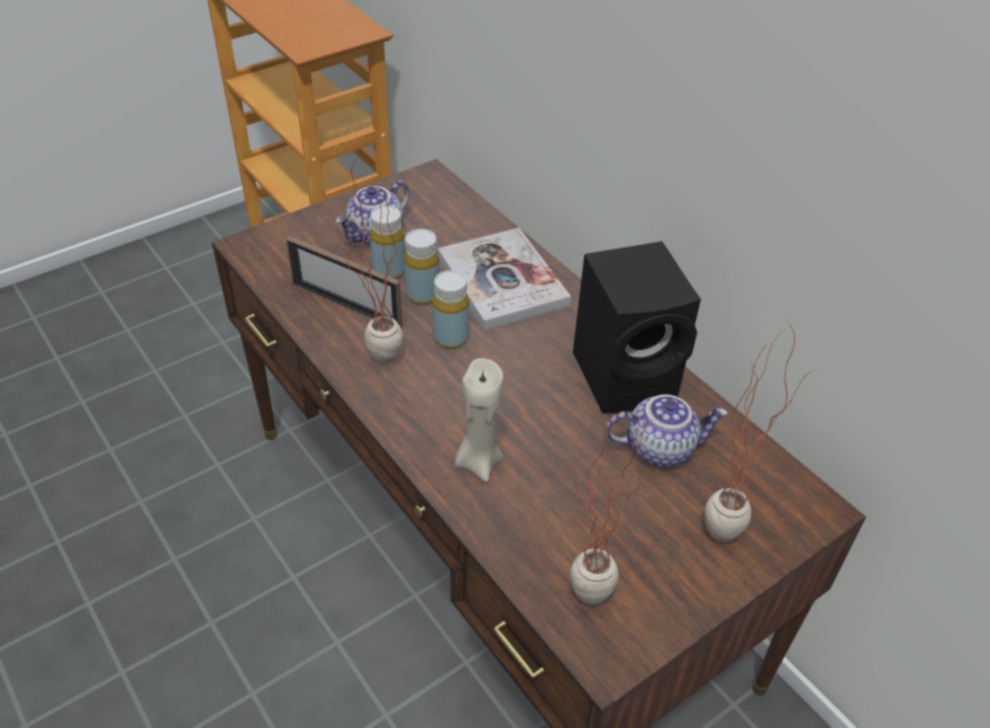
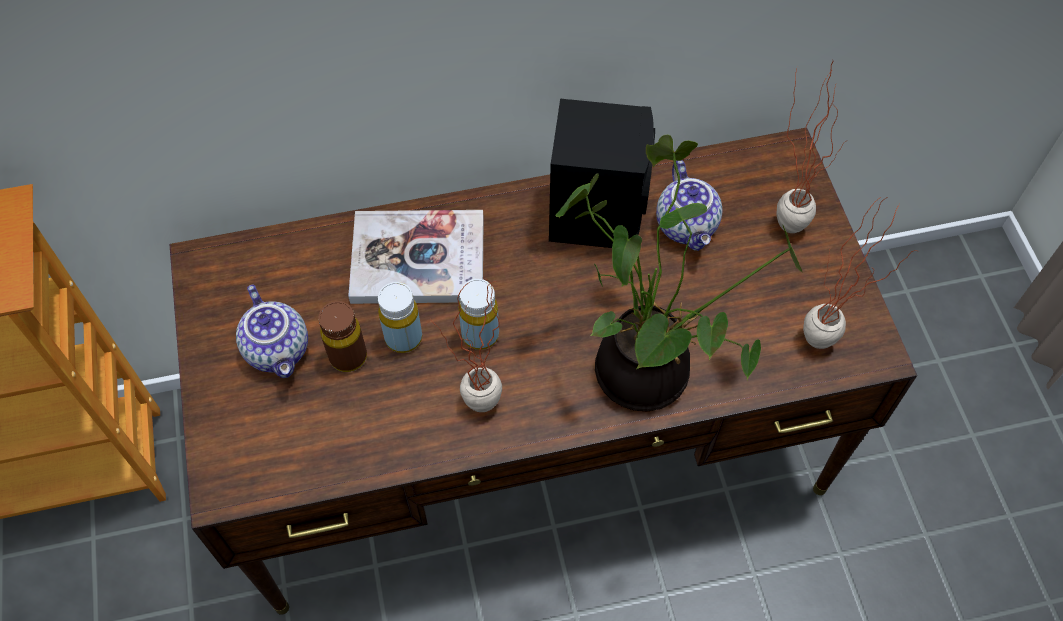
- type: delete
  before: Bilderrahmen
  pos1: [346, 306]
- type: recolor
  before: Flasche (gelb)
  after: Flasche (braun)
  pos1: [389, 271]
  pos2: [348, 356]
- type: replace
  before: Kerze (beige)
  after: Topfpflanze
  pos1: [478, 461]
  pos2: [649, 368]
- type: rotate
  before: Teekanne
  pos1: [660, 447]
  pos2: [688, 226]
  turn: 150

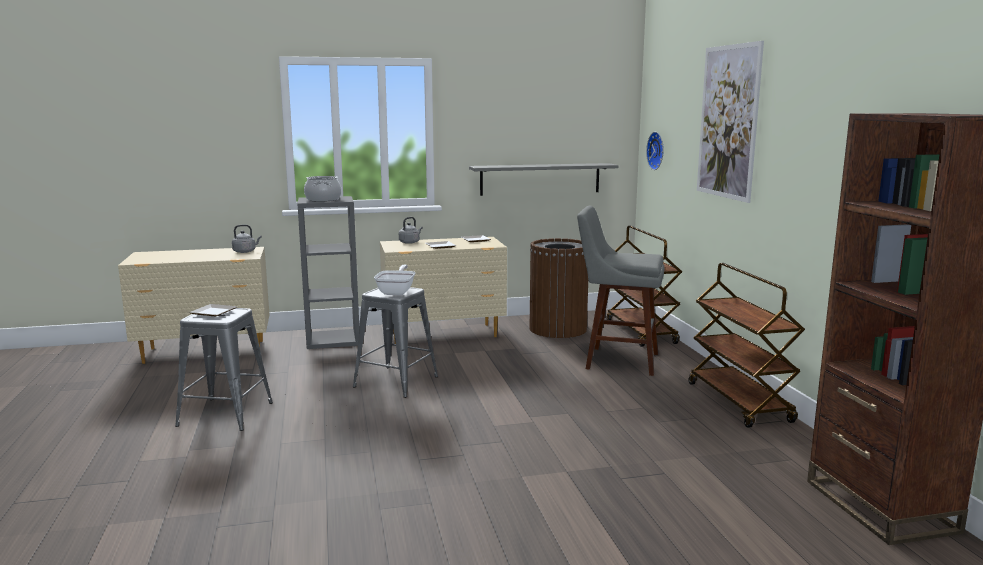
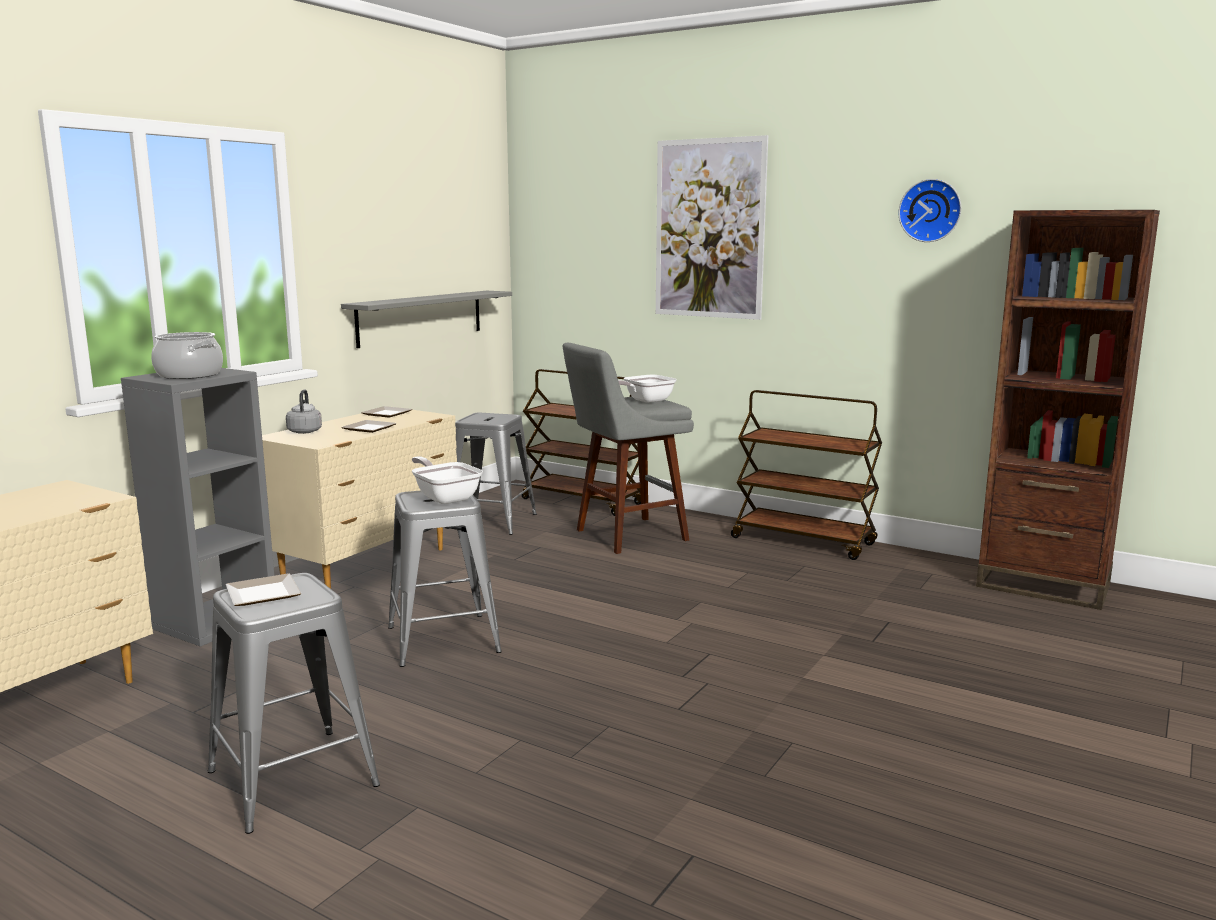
- type: delete
  before: Wasserkessel (grau)
  pos1: [245, 251]
- type: replace
  before: Mülleimer (braun)
  after: Hocker (grau)
  pos1: [558, 329]
  pos2: [492, 521]
- type: move
  before: Wanduhr
  pos1: [657, 150]
  pos2: [930, 210]
- type: insert
  after: Pfanne
  pos2: [644, 401]

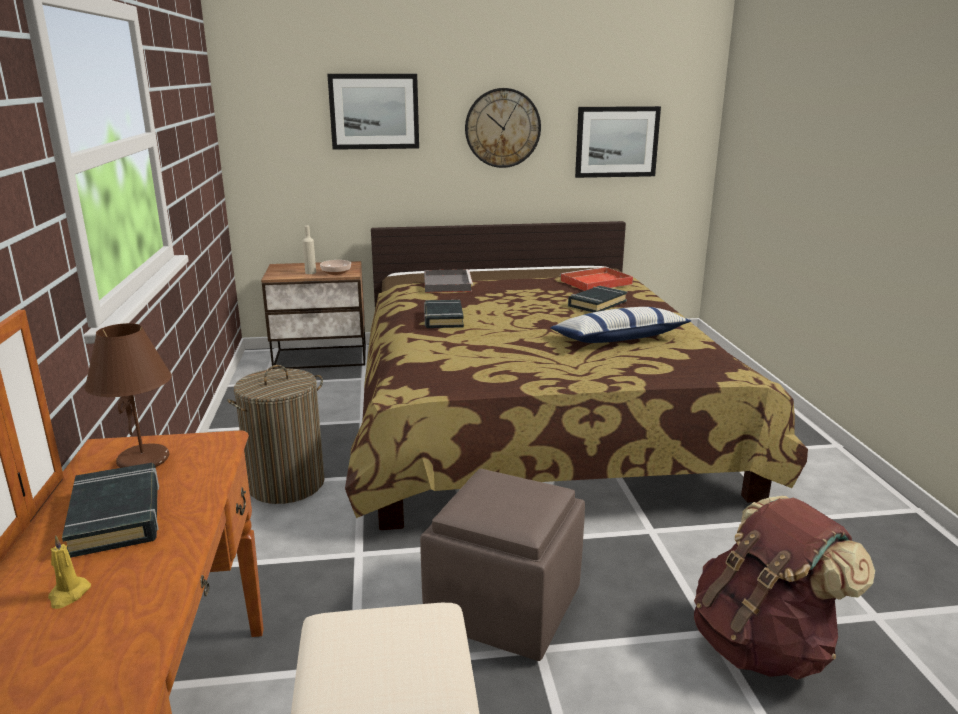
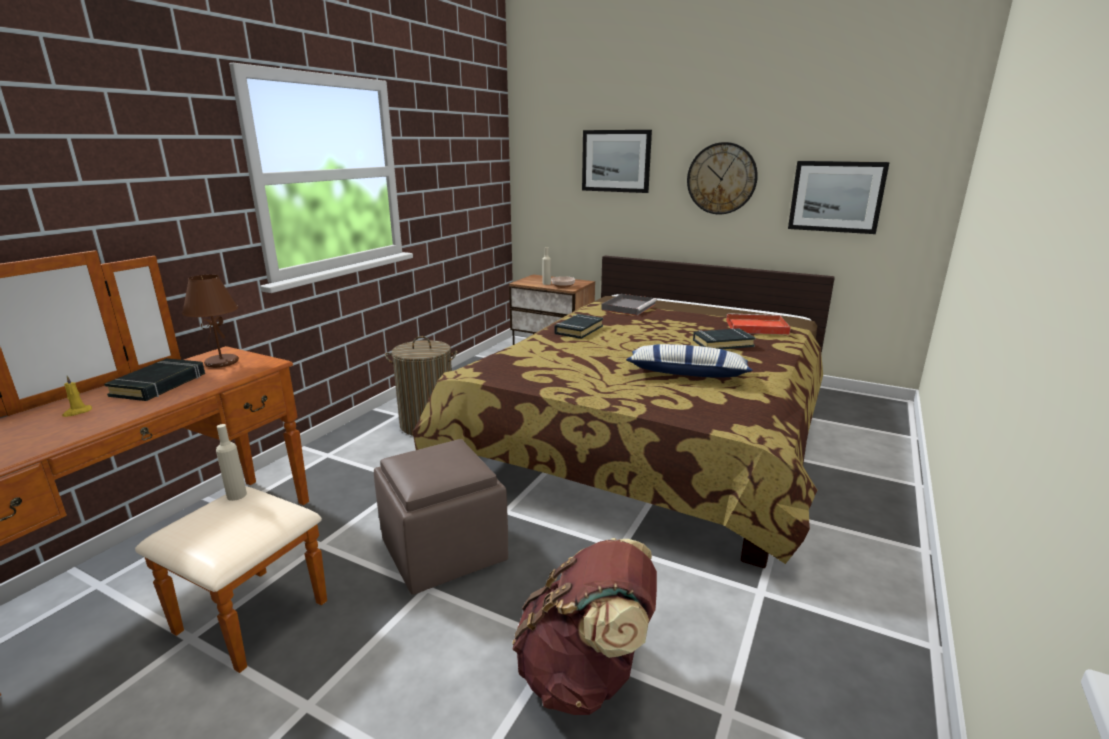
- type: insert
  after: Flasche (beige)
  pos2: [236, 495]

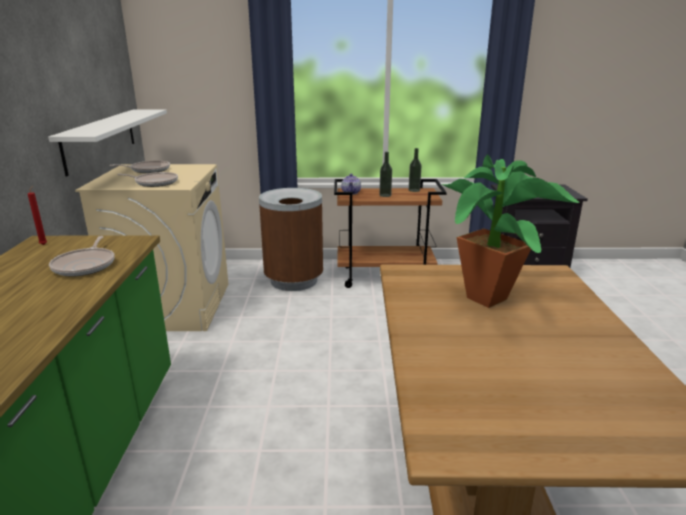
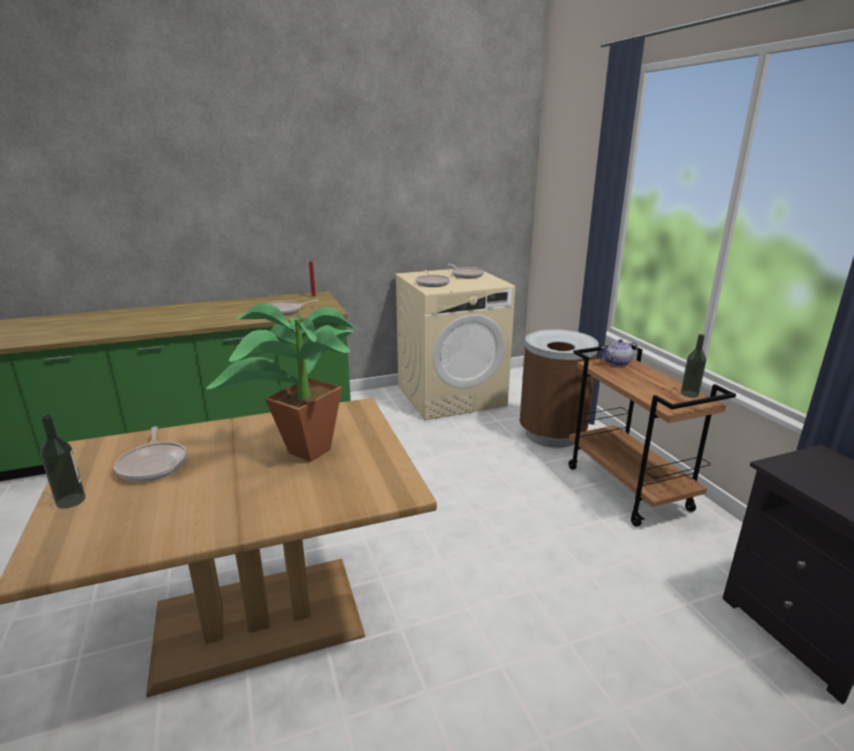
- type: delete
  before: Wandregal (weiß)
  pos1: [100, 139]
- type: move
  before: Flasche
  pos1: [385, 195]
  pos2: [71, 500]
- type: insert
  after: Pfanne
  pos2: [154, 464]

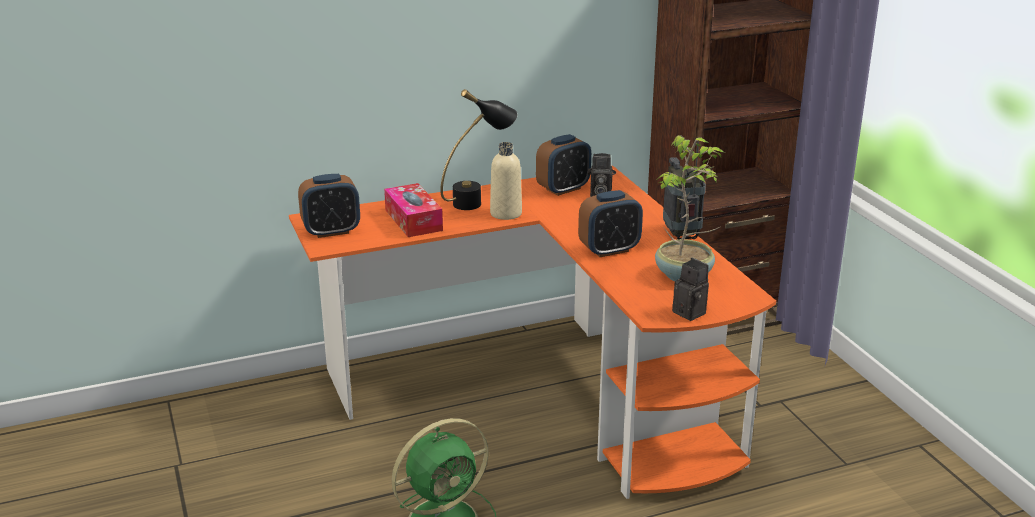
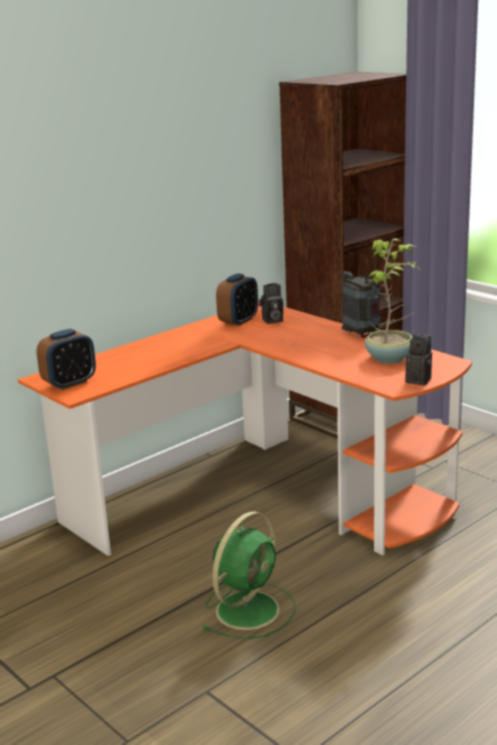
- type: delete
  before: Taschentuchbox
  pos1: [413, 220]
- type: delete
  before: Tischlampe (schwarz)
  pos1: [478, 200]
- type: delete
  before: Flasche (beige)
  pos1: [506, 213]
- type: delete
  before: Wecker
  pos1: [609, 250]

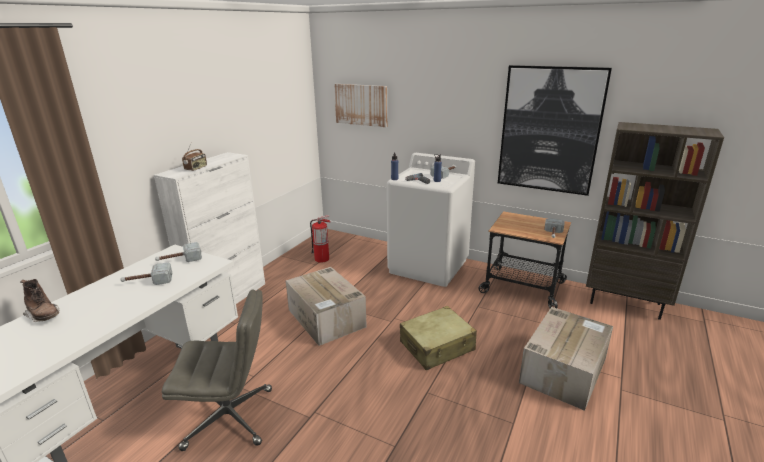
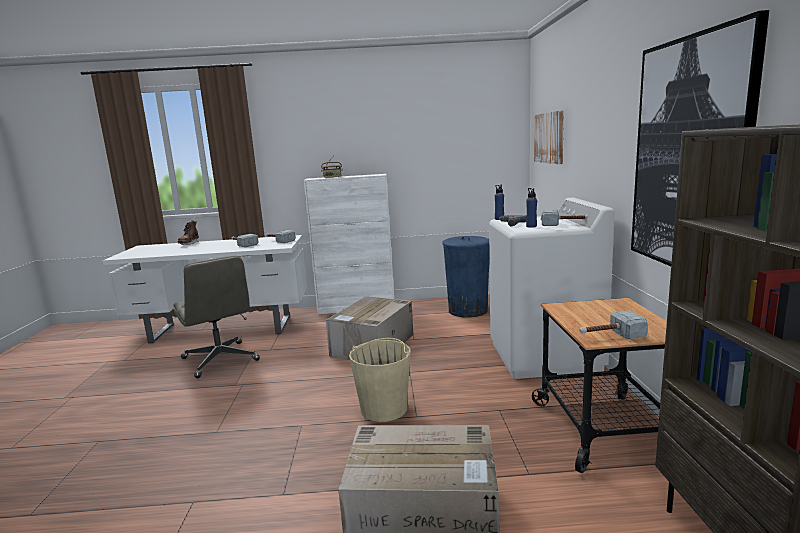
- type: replace
  before: Feuerlöscher
  after: Mülleimer (blau)
  pos1: [322, 259]
  pos2: [468, 310]
- type: replace
  before: Koffer (beige)
  after: Eimer (beige)
  pos1: [437, 346]
  pos2: [384, 408]

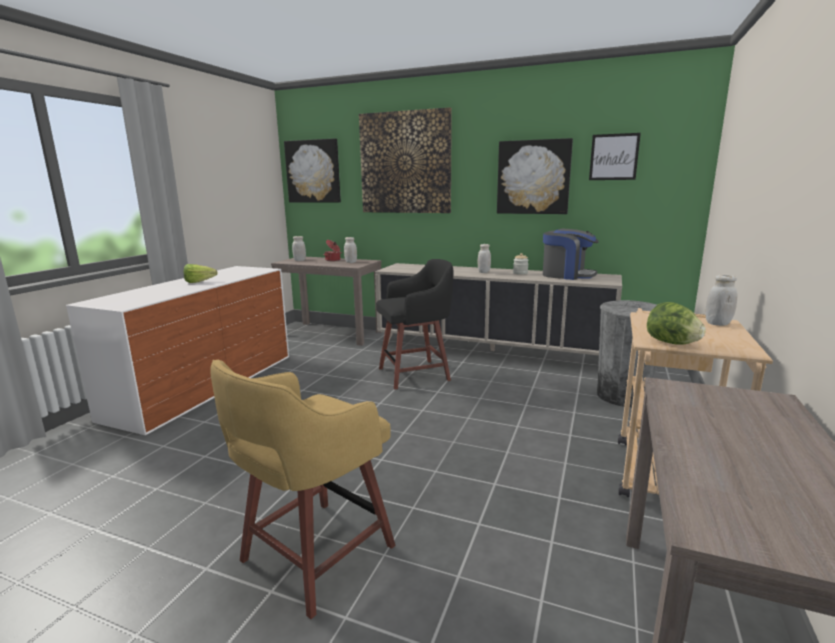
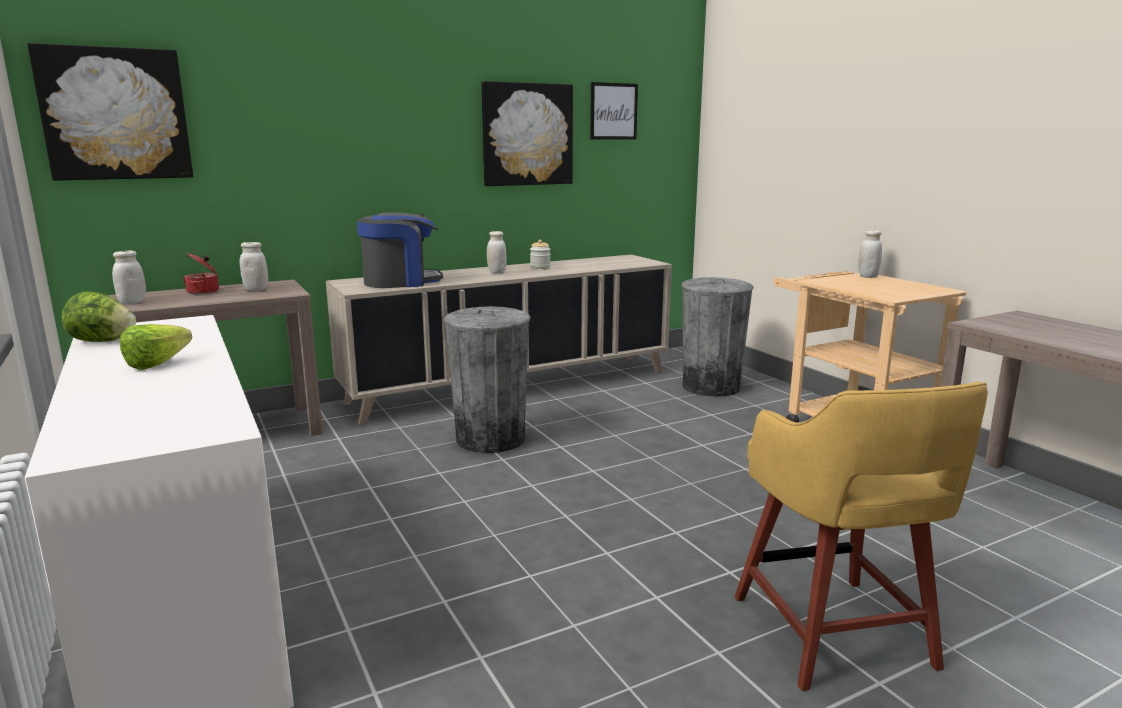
- type: delete
  before: Bild
  pos1: [405, 163]
- type: replace
  before: Hocker (schwarz)
  after: Mülleimer (grau)
  pos1: [416, 374]
  pos2: [490, 439]
- type: move
  before: Kaffeemaschine
  pos1: [567, 275]
  pos2: [401, 282]
- type: move
  before: Salatkopf
  pos1: [671, 343]
  pos2: [102, 341]

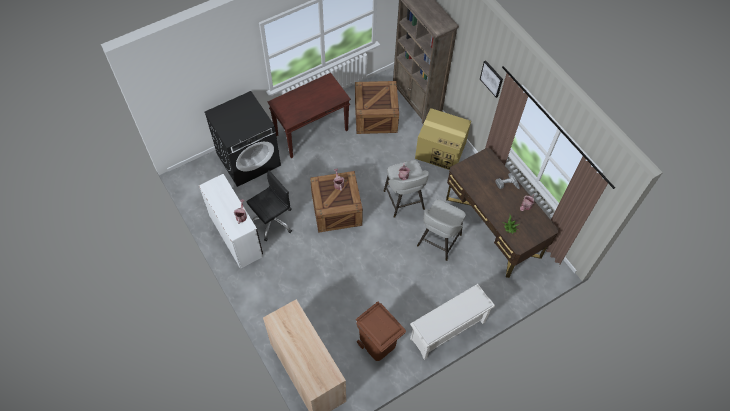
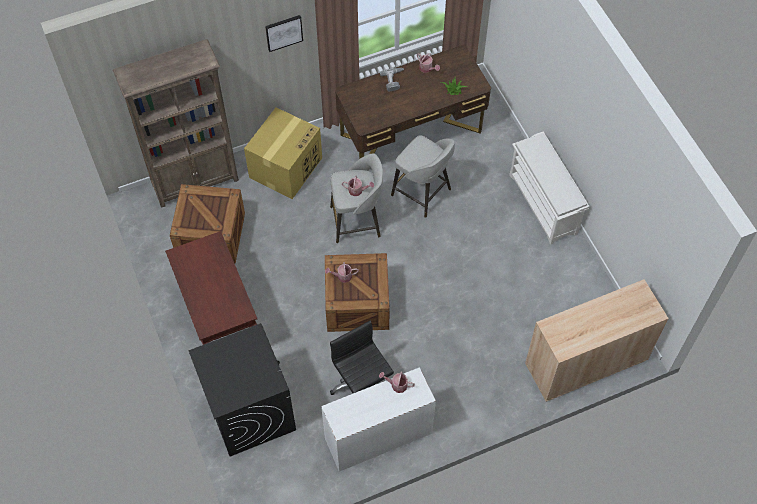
- type: delete
  before: Mülleimer (braun)
  pos1: [378, 344]

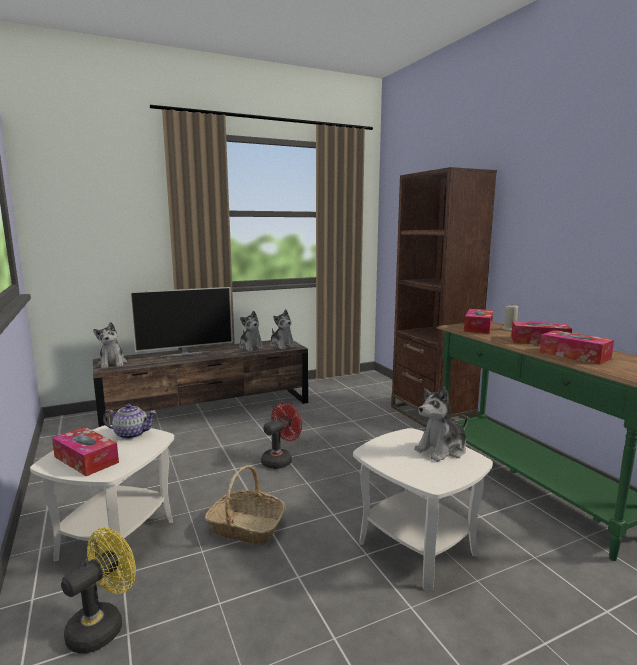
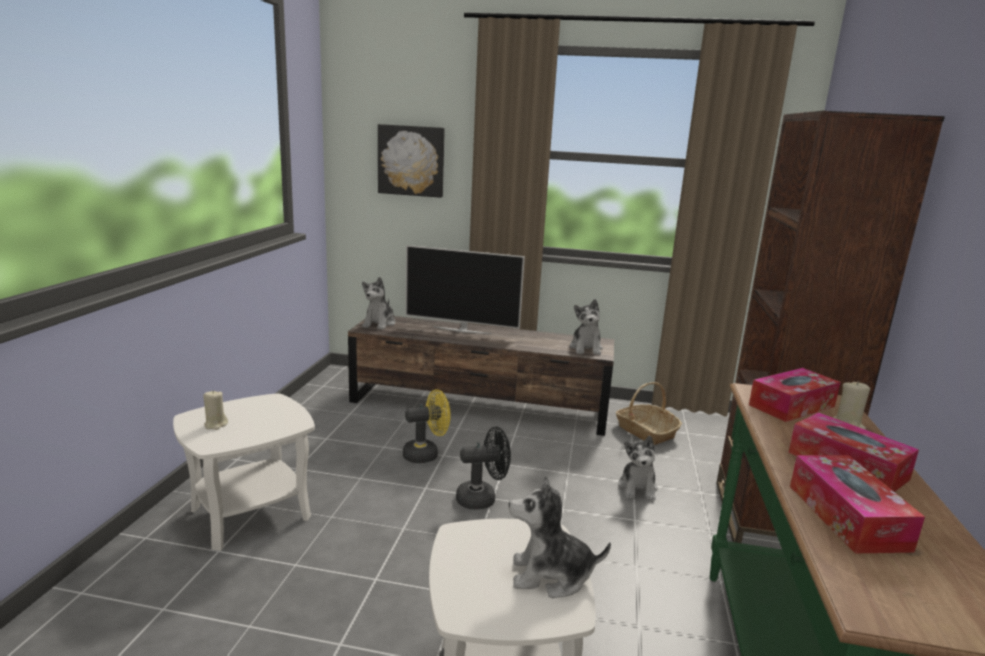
- type: replace
  before: Taschentuchbox
  after: Kerze (beige)
  pos1: [86, 459]
  pos2: [216, 425]
- type: move
  before: Ventilator (gelb)
  pos1: [103, 625]
  pos2: [426, 454]
- type: delete
  before: Teekanne
  pos1: [131, 434]
- type: move
  before: Korb
  pos1: [246, 527]
  pos2: [645, 431]
- type: move
  before: Plüschtier
  pos1: [251, 347]
  pos2: [638, 488]
- type: recolor
  before: Ventilator (rot)
  after: Ventilator (schwarz)
  pos1: [280, 460]
  pos2: [482, 498]
- type: insert
  after: Bild
  pos2: [411, 160]

